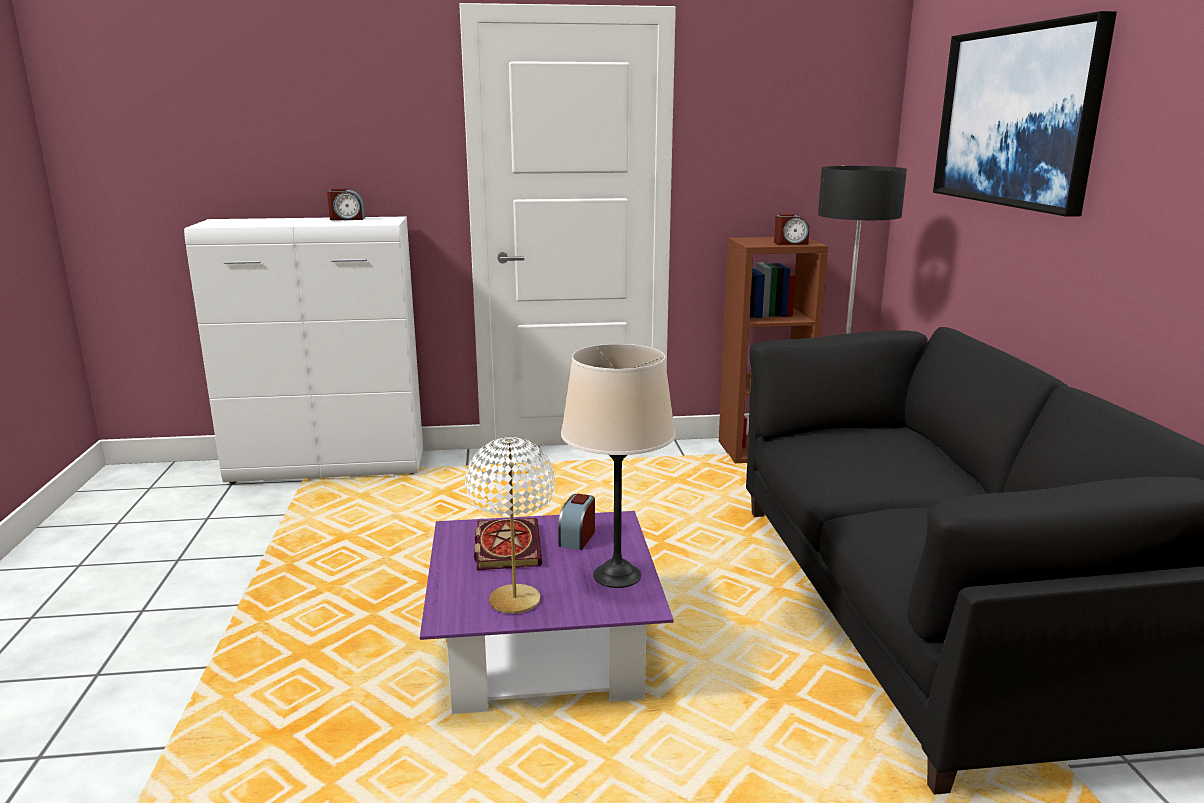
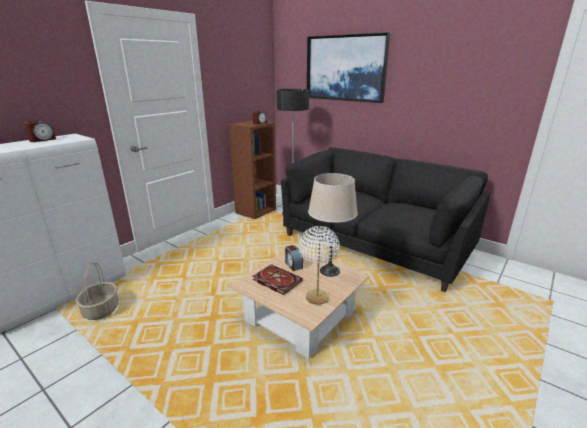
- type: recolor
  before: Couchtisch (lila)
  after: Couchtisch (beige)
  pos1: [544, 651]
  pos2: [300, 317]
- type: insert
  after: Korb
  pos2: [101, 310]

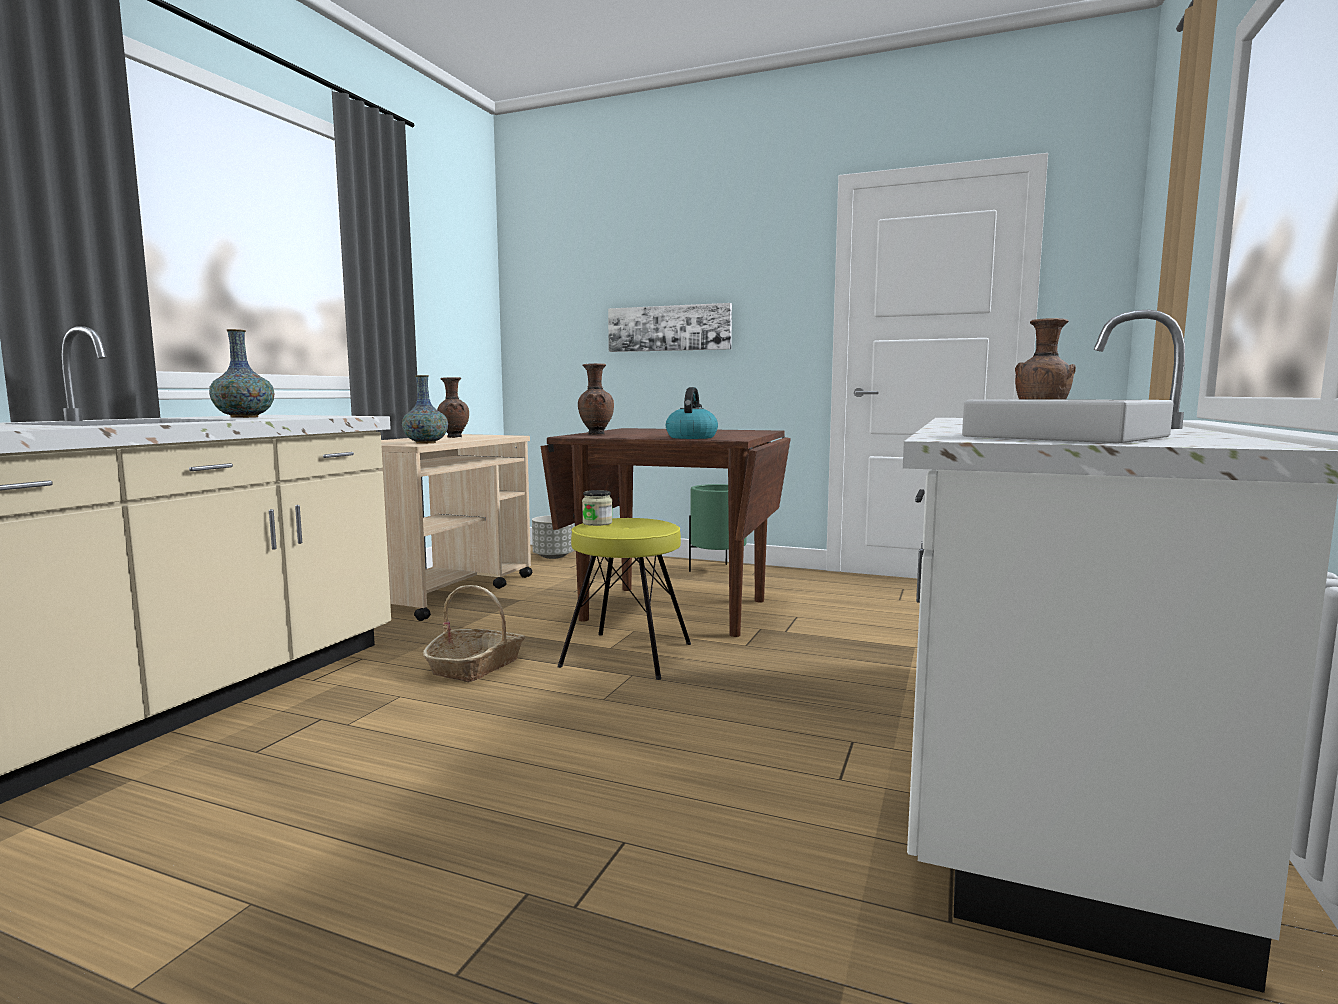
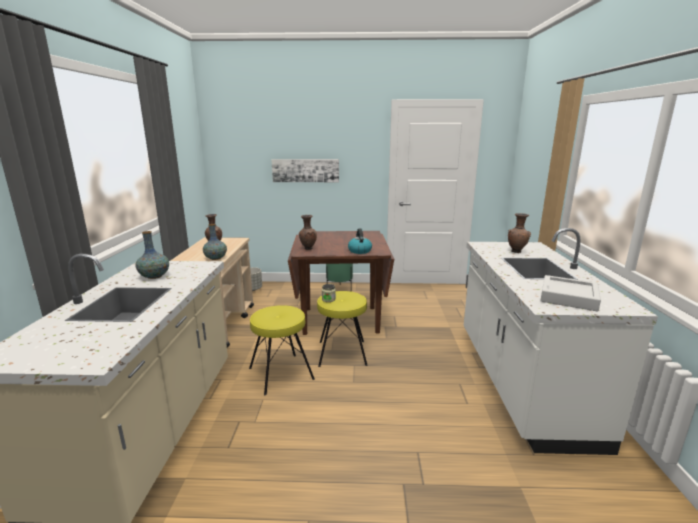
- type: replace
  before: Korb
  after: Hocker (gelb)
  pos1: [476, 666]
  pos2: [281, 373]

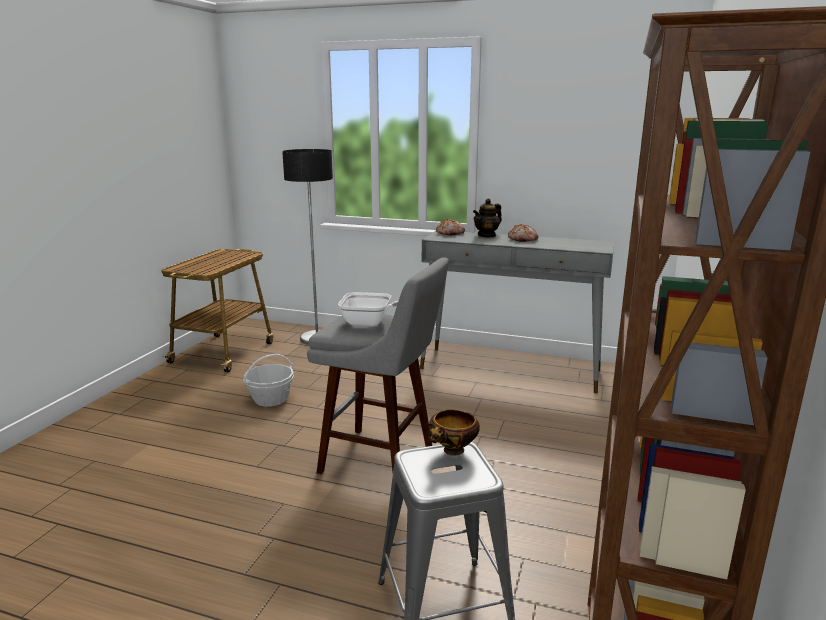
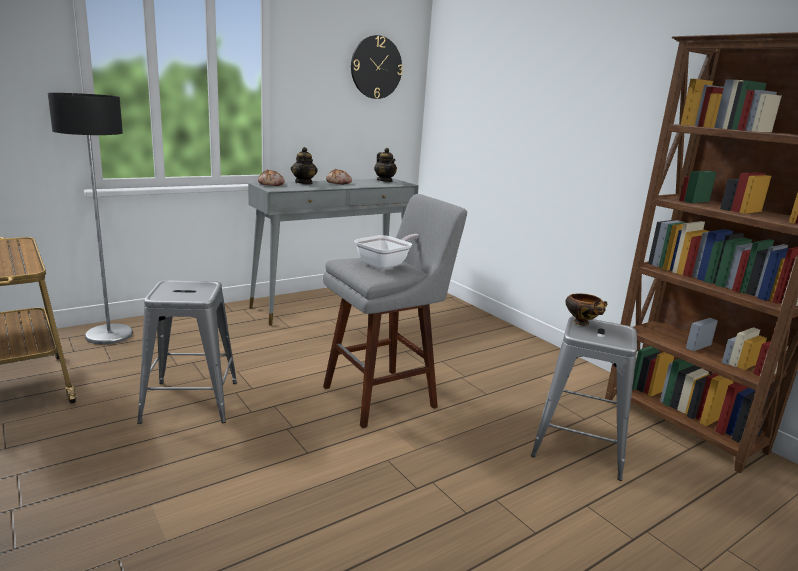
- type: replace
  before: Korb
  after: Hocker (grau)
  pos1: [270, 399]
  pos2: [190, 402]
- type: insert
  after: Wanduhr
  pos2: [376, 67]
- type: insert
  after: Teekanne
  pos2: [384, 181]

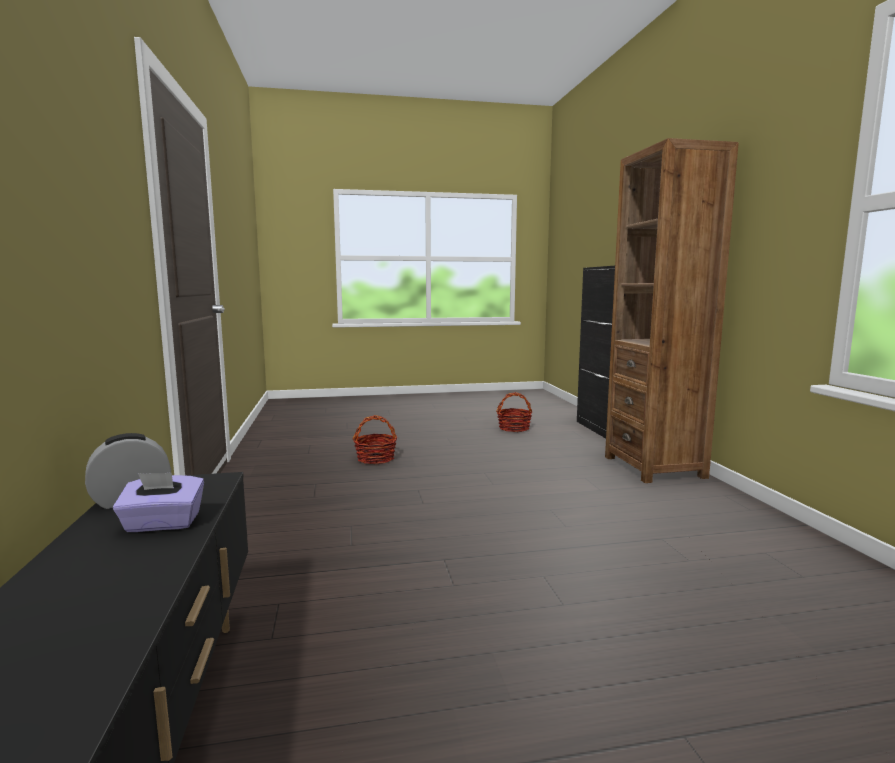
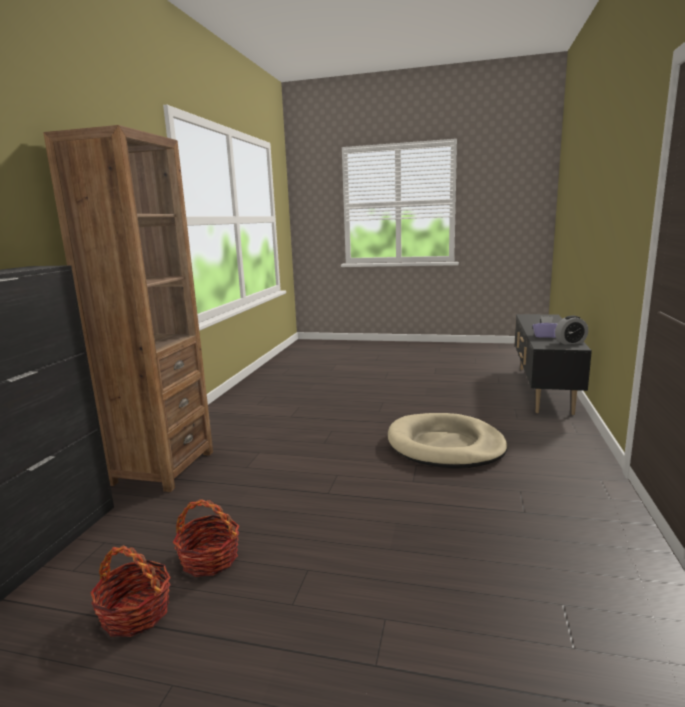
- type: move
  before: Korb
  pos1: [375, 458]
  pos2: [209, 559]
- type: insert
  after: Hundebett (beige)
  pos2: [445, 445]

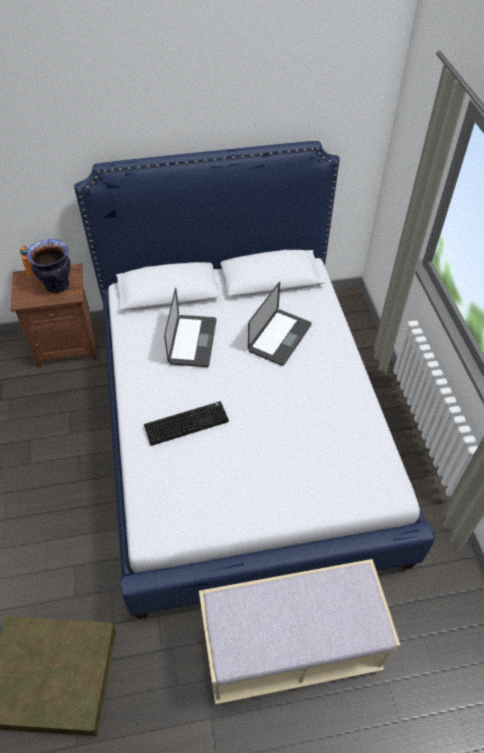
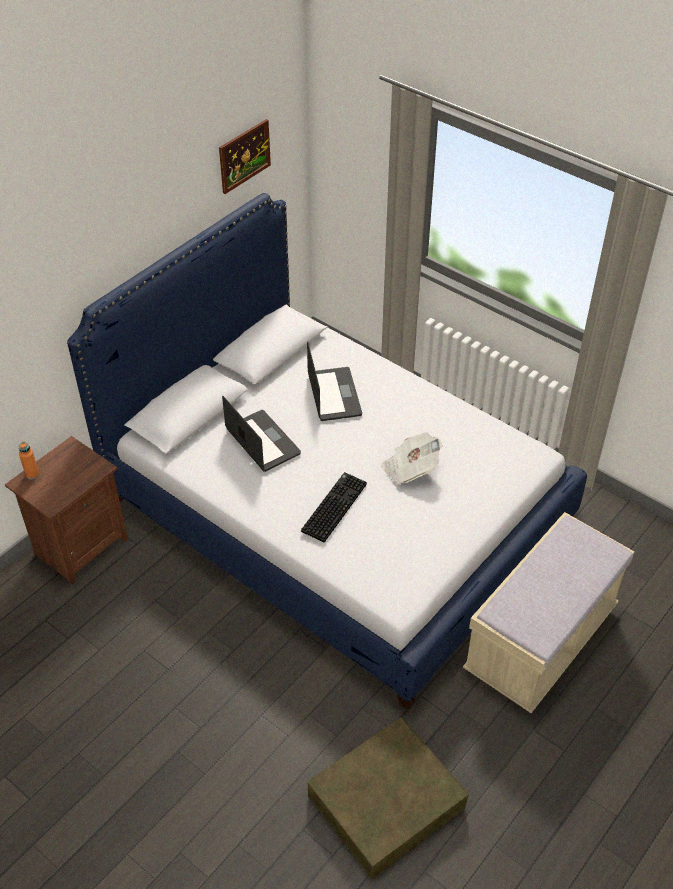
- type: delete
  before: Vase
  pos1: [58, 285]
- type: insert
  after: Bild
  pos2: [244, 156]
- type: insert
  after: Zeitung
  pos2: [410, 468]

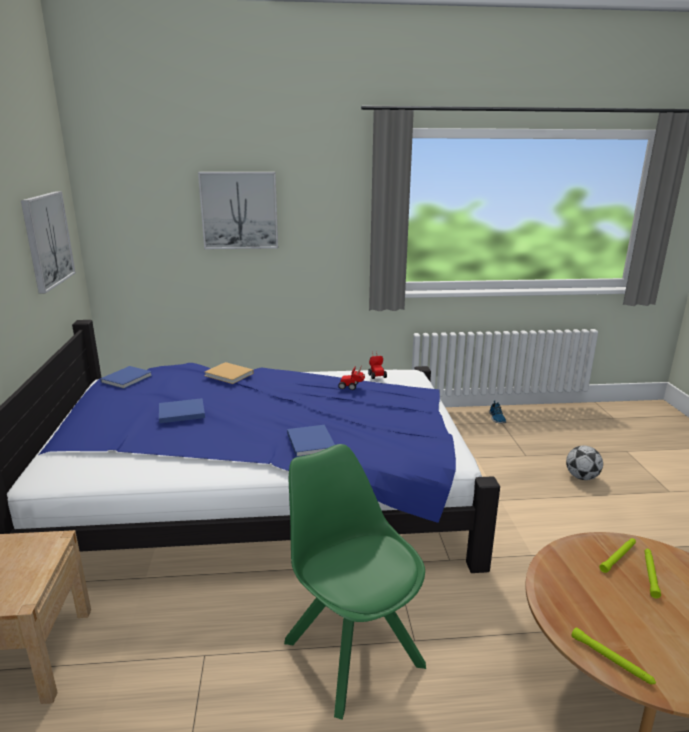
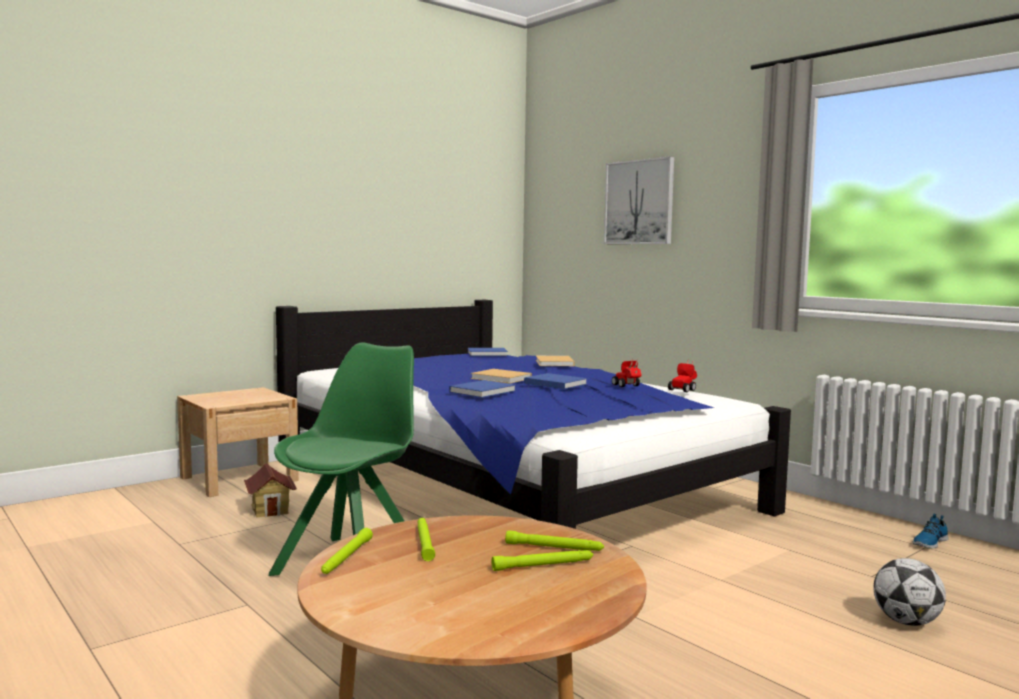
- type: delete
  before: Bild
  pos1: [47, 240]
- type: move
  before: Buch (blau)
  pos1: [180, 413]
  pos2: [554, 383]
- type: insert
  after: Spielzeughaus
  pos2: [270, 510]
- type: insert
  after: Taschenlampe (grün)
  pos2: [424, 542]
- type: insert
  after: Buch (beige)
  pos2: [502, 378]

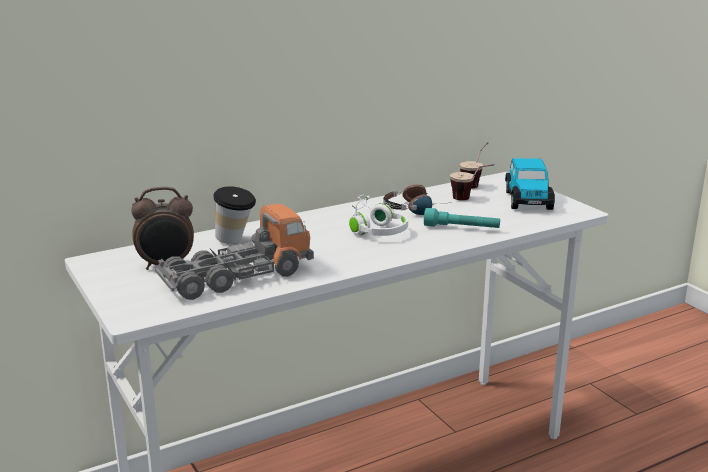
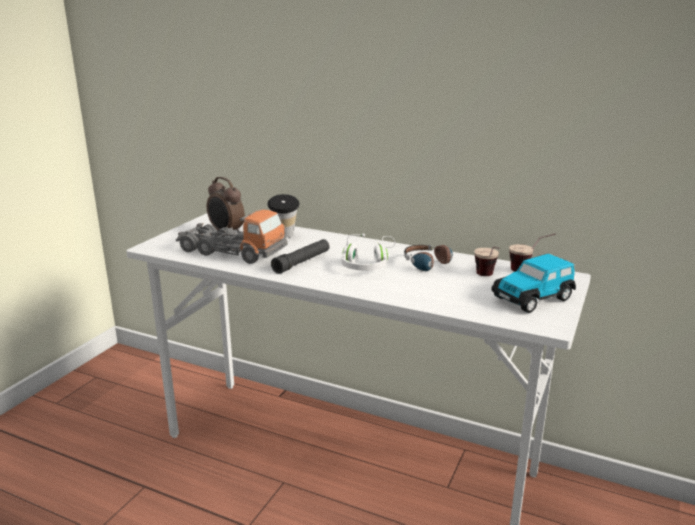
- type: delete
  before: Taschenlampe (türkis)
  pos1: [461, 228]
- type: insert
  after: Taschenlampe (schwarz)
  pos2: [302, 262]

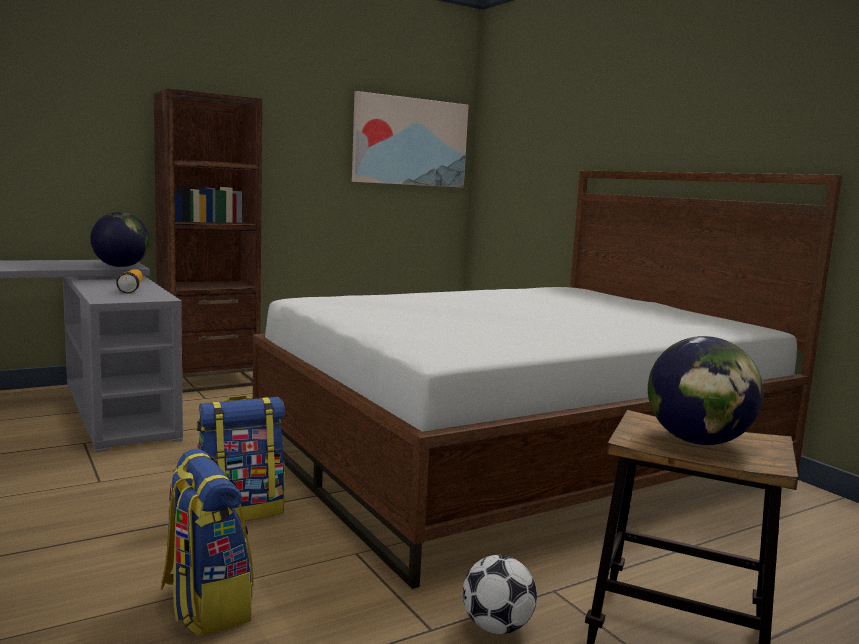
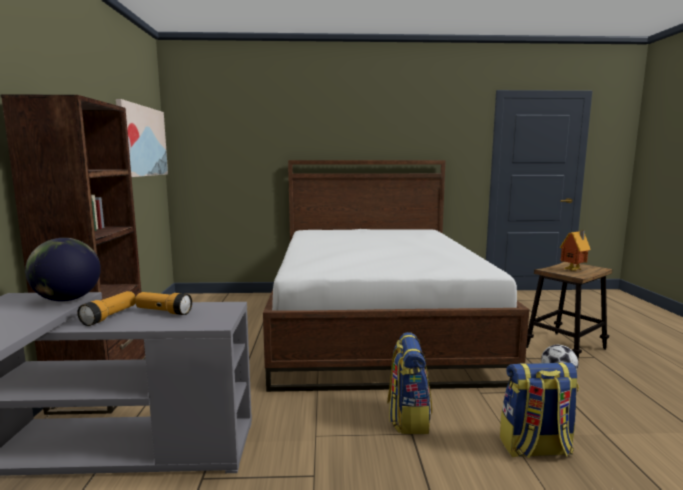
- type: replace
  before: Globus
  after: Spielzeughaus
  pos1: [697, 442]
  pos2: [574, 270]
- type: insert
  after: Taschenlampe
  pos2: [110, 316]

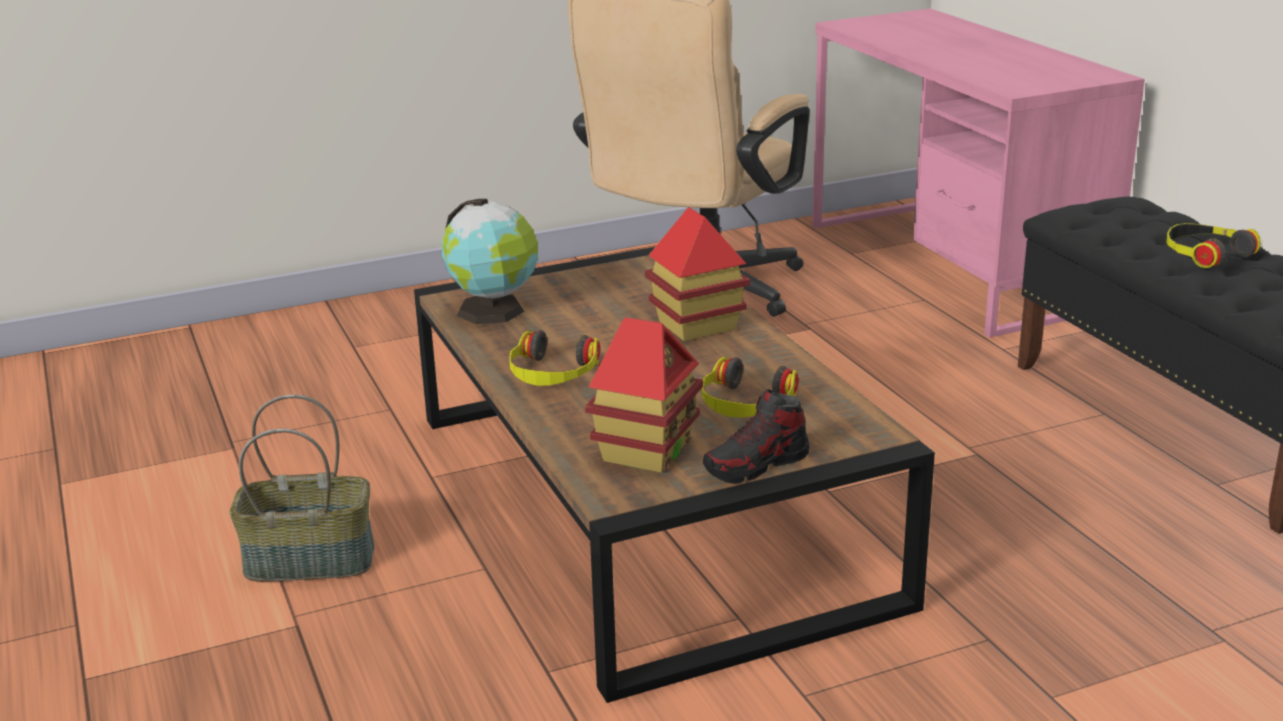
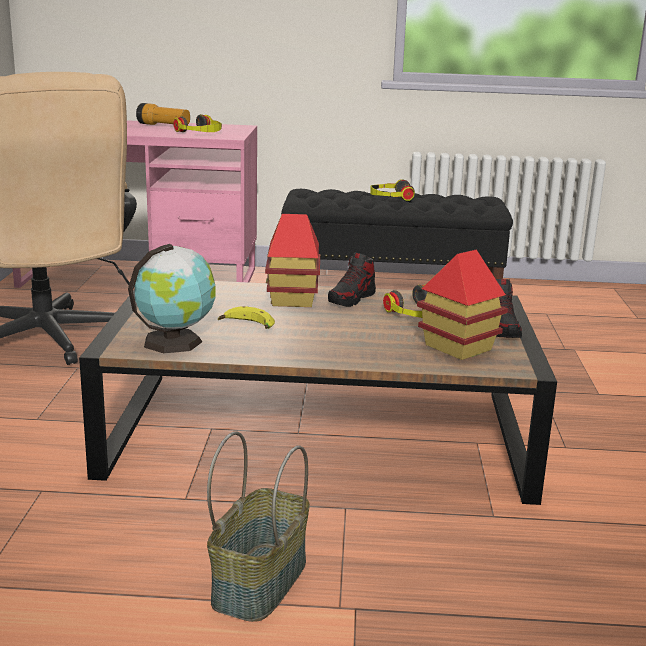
- type: move
  before: Kopfhörer
  pos1: [552, 373]
  pos2: [200, 132]
- type: insert
  after: Taschenlampe
  pos2: [163, 125]
- type: insert
  after: Banane
  pos2: [247, 326]
- type: insert
  after: Schuh
  pos2: [352, 299]

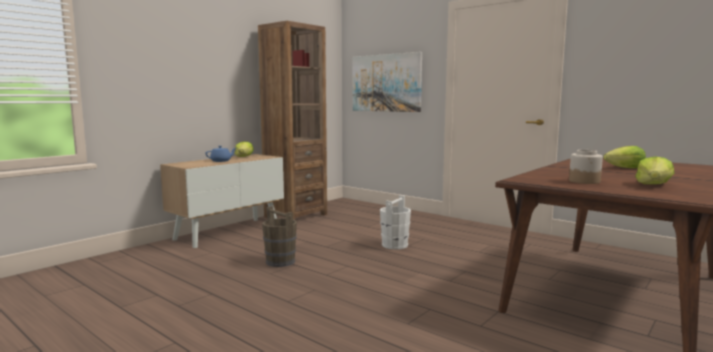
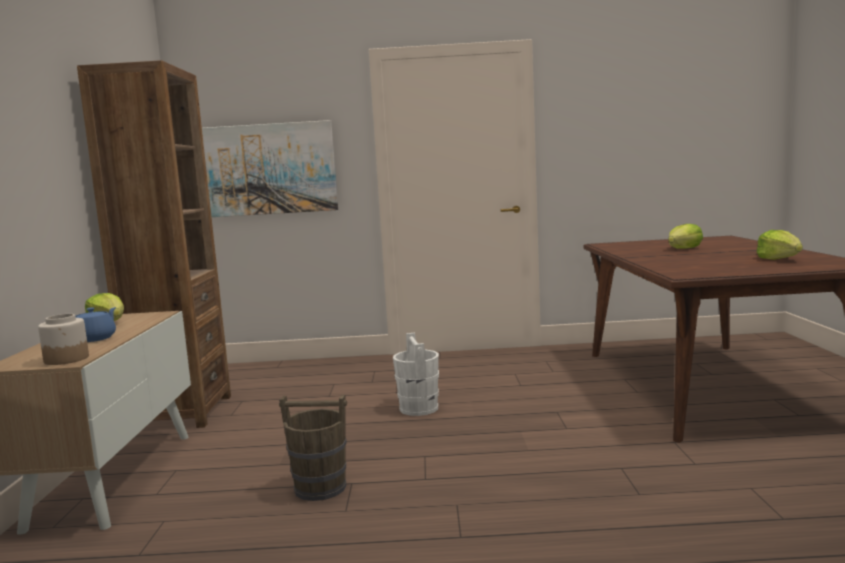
- type: move
  before: Vorratsglas
  pos1: [584, 181]
  pos2: [67, 359]

